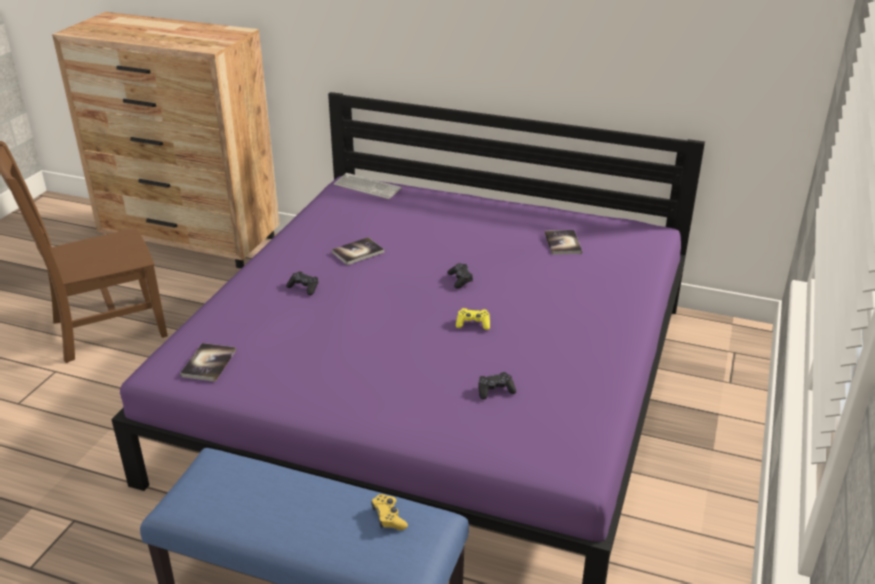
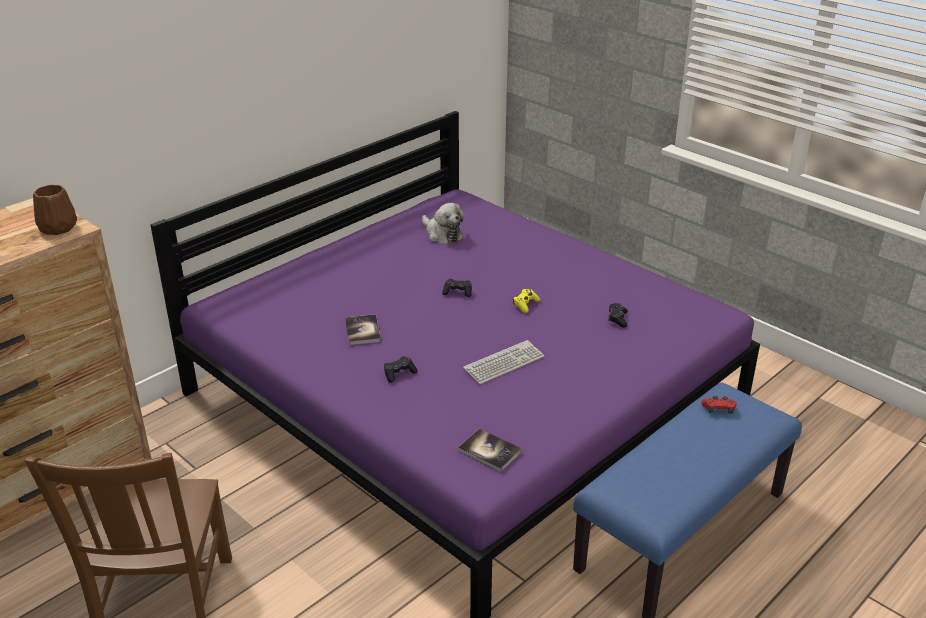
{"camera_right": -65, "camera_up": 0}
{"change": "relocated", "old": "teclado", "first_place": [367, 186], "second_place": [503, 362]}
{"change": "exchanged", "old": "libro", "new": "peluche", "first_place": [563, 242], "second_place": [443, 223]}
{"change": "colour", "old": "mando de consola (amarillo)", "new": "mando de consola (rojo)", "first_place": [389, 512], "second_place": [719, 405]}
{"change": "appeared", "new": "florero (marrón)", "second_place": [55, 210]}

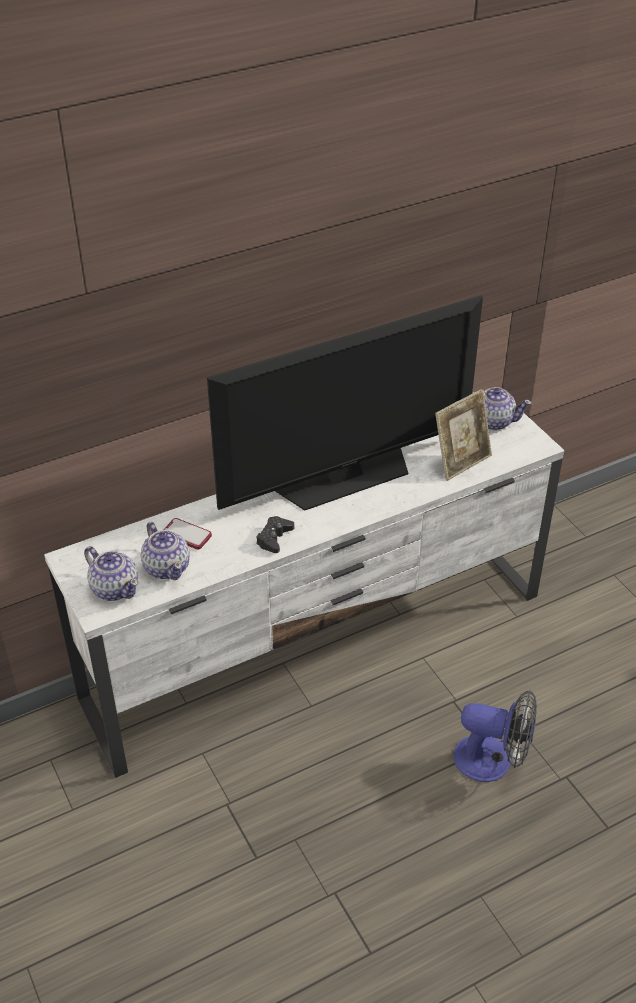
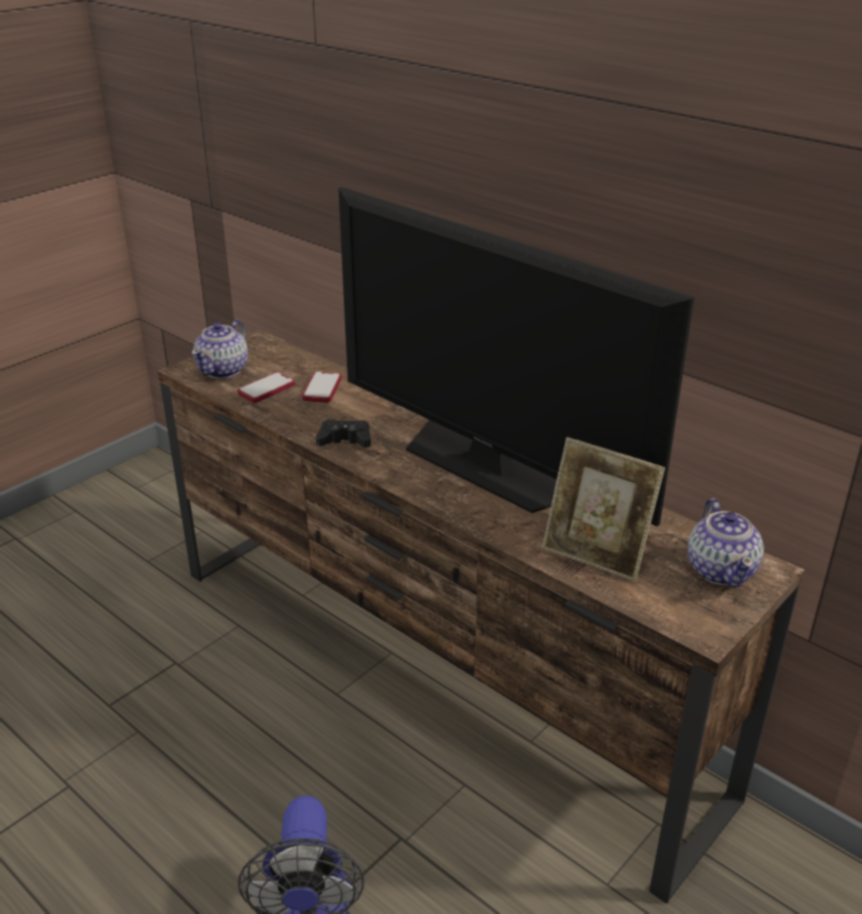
{"camera_right": 70, "camera_up": -10}
{"change": "colour", "old": "mueble de televisión (blanco)", "new": "mueble de televisión (marrón)", "first_place": [304, 595], "second_place": [481, 616]}
{"change": "exchanged", "old": "tetera", "new": "móvil", "first_place": [165, 551], "second_place": [266, 387]}

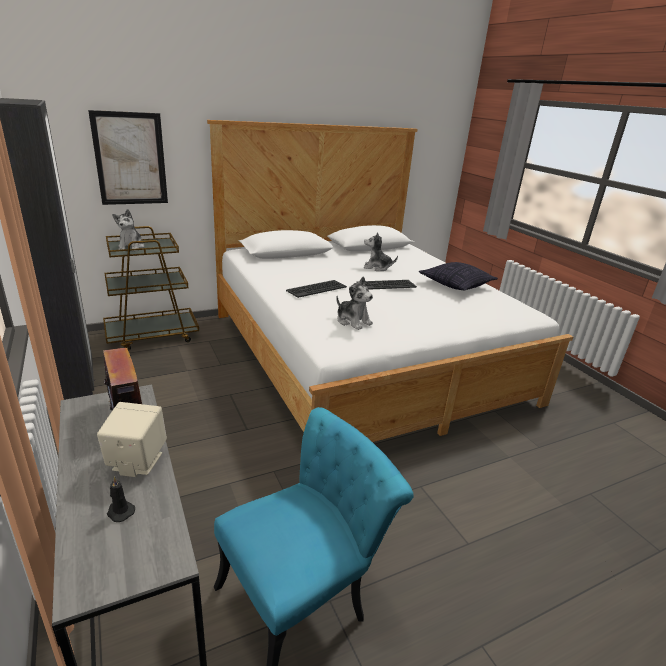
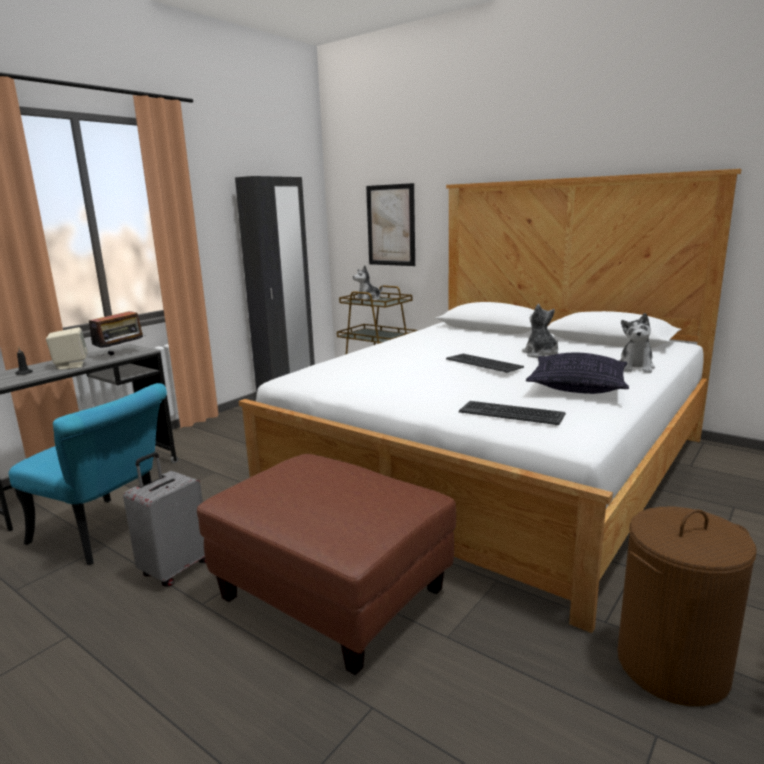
{"camera_right": 65, "camera_up": -10}
{"change": "relocated", "old": "peluche", "first_place": [354, 303], "second_place": [637, 343]}
{"change": "relocated", "old": "teclado", "first_place": [316, 289], "second_place": [512, 413]}
{"change": "appeared", "new": "maleta (gris)", "second_place": [164, 519]}
{"change": "appeared", "new": "puf (marrón)", "second_place": [326, 565]}
{"change": "appeared", "new": "cesto de la ropa (marrón)", "second_place": [686, 606]}

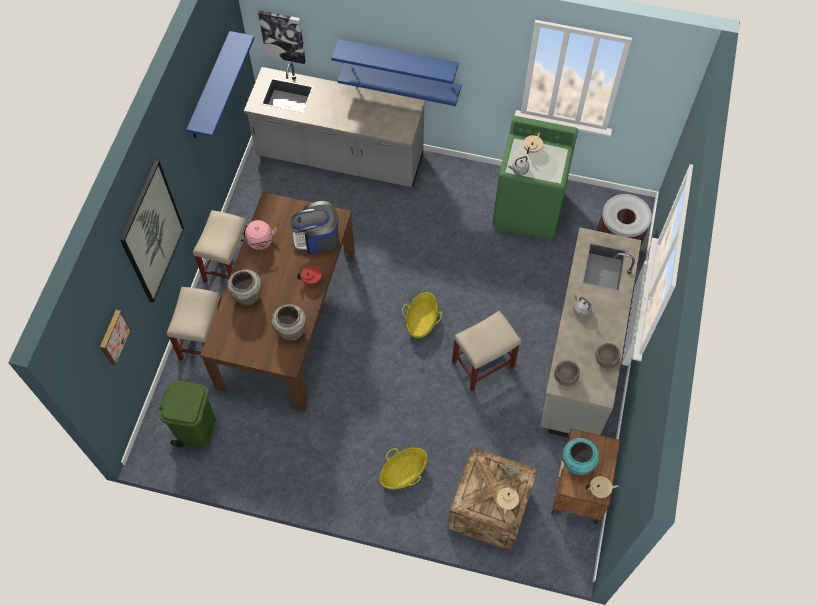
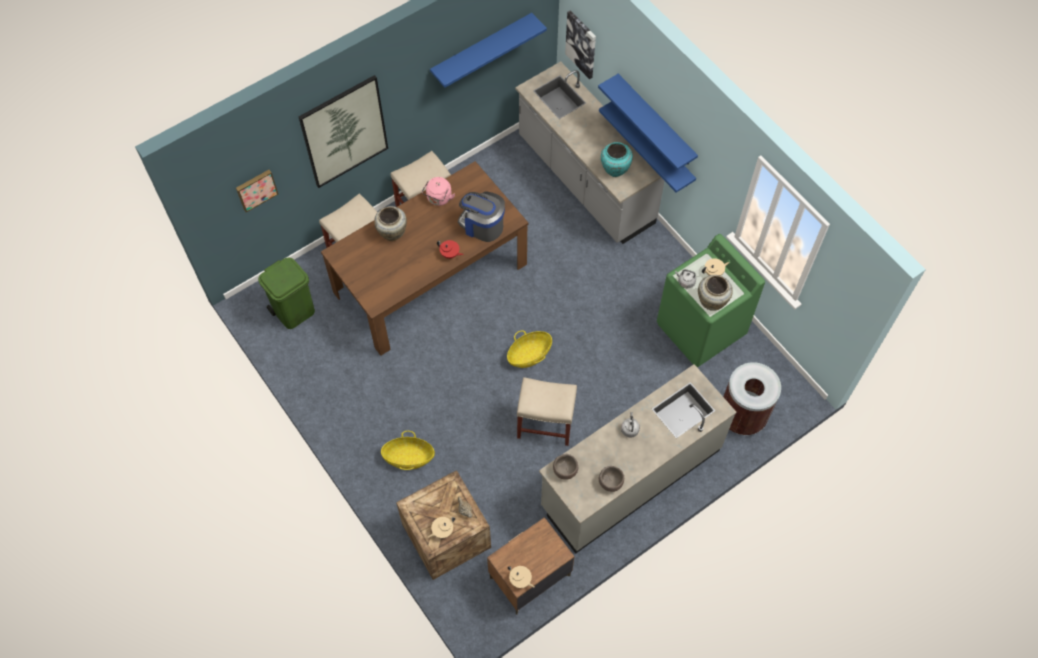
{"camera_right": 40, "camera_up": 0}
{"change": "relocated", "old": "florero (beis)", "first_place": [288, 322], "second_place": [715, 293]}
{"change": "relocated", "old": "florero (turquesa)", "first_place": [581, 456], "second_place": [617, 159]}

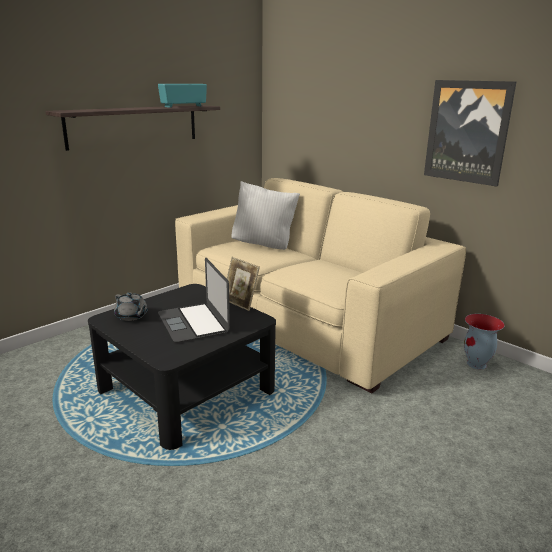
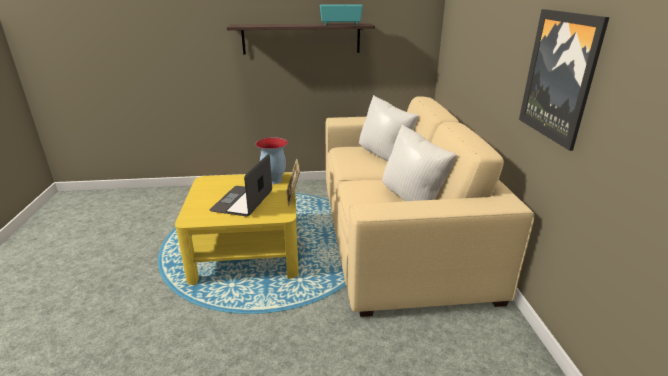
{"camera_right": 40, "camera_up": 5}
{"change": "colour", "old": "mesa de centro (negro)", "new": "mesa de centro (amarillo)", "first_place": [182, 367], "second_place": [237, 229]}
{"change": "missing", "old": "tetera (gris)", "first_place": [131, 306]}
{"change": "relocated", "old": "florero", "first_place": [484, 341], "second_place": [271, 161]}
{"change": "appeared", "new": "cojín (blanco)", "second_place": [419, 162]}

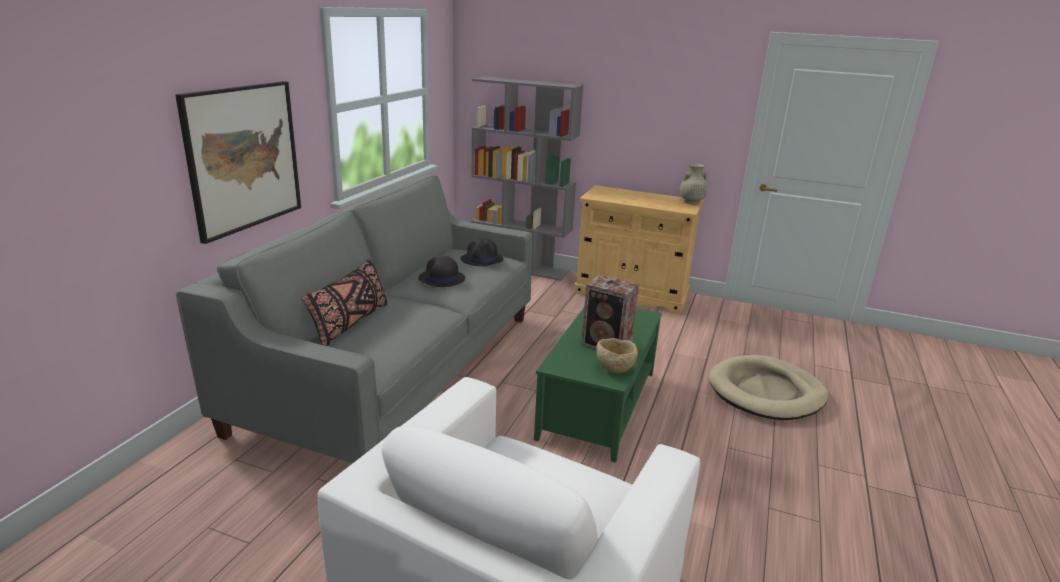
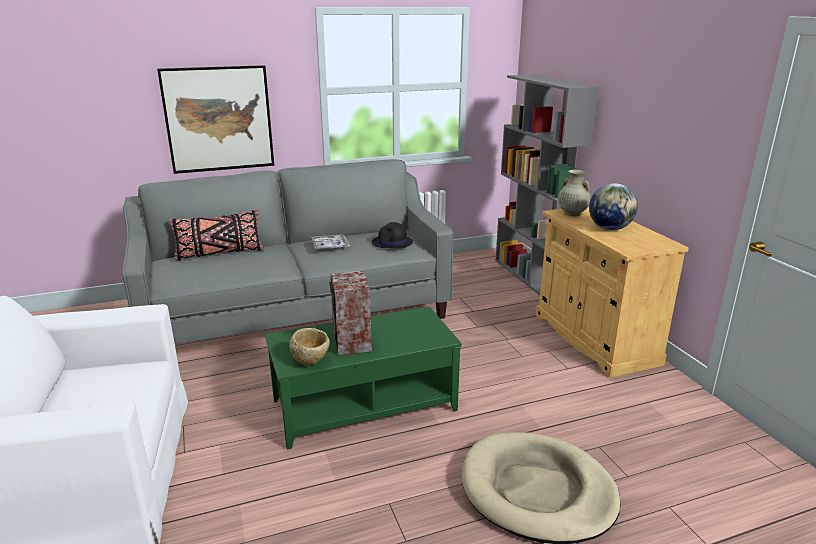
{"camera_right": 50, "camera_up": 0}
{"change": "relocated", "old": "florero (beis)", "first_place": [694, 183], "second_place": [574, 192]}
{"change": "exchanged", "old": "sombrero (negro)", "new": "bandeja", "first_place": [441, 271], "second_place": [330, 242]}
{"change": "appeared", "new": "globo terráqueo", "second_place": [613, 206]}

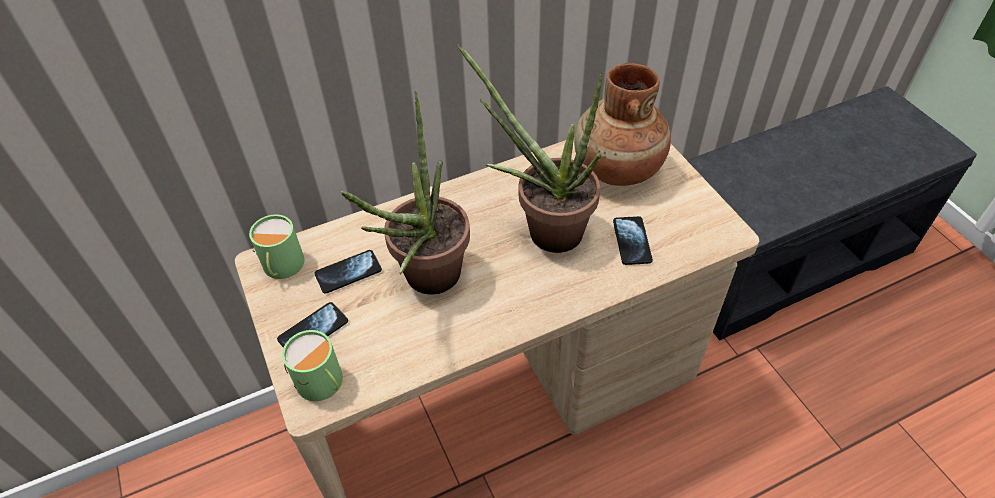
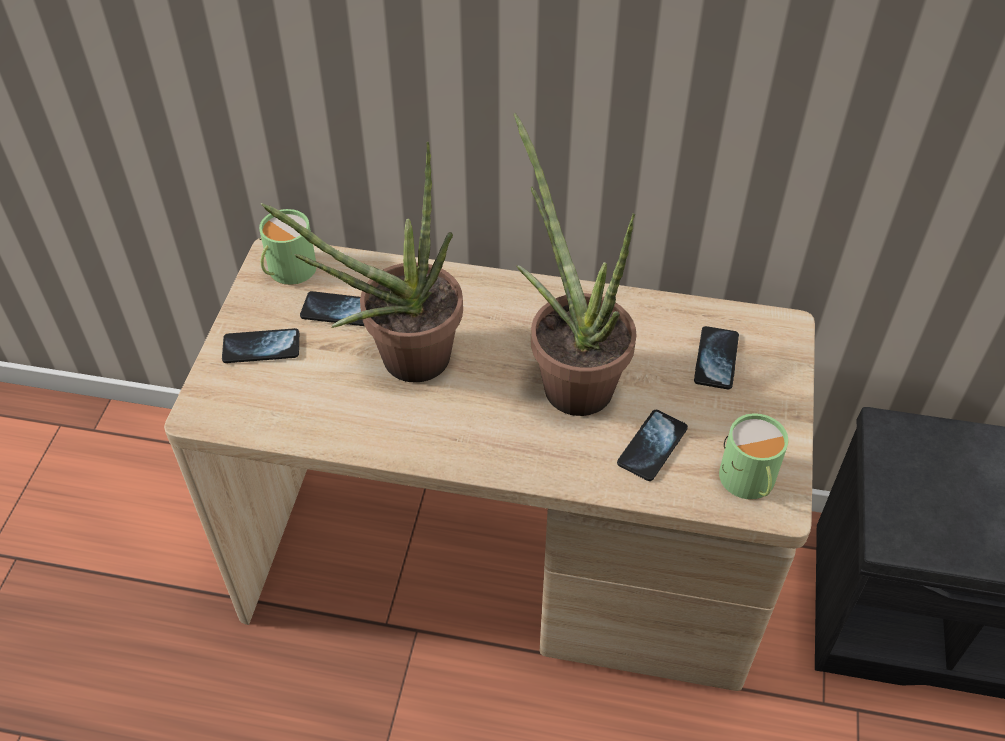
{"camera_right": 35, "camera_up": 0}
{"change": "exchanged", "old": "florero (marrón)", "new": "móvil", "first_place": [622, 124], "second_place": [716, 357]}
{"change": "relocated", "old": "taza grande (verde)", "first_place": [312, 365], "second_place": [754, 456]}

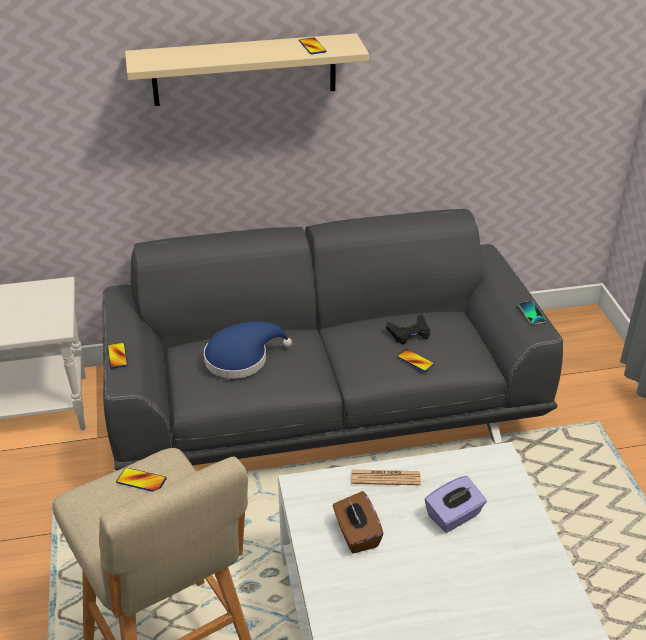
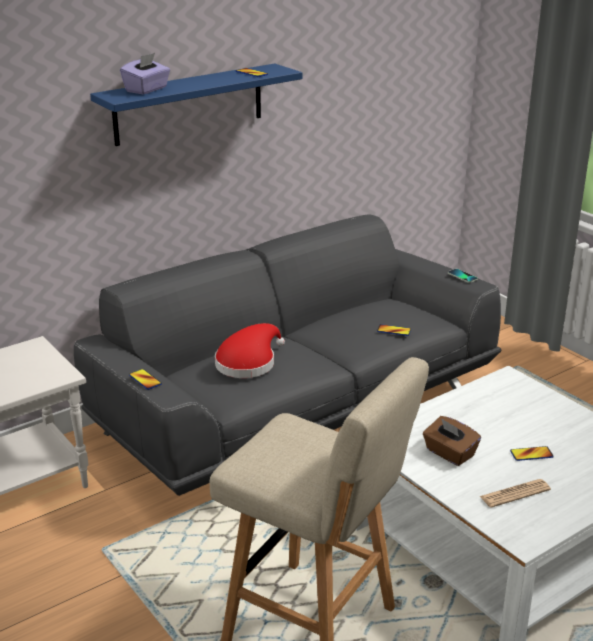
{"camera_right": -25, "camera_up": -10}
{"change": "colour", "old": "estante (beis)", "new": "estante (azul)", "first_place": [247, 69], "second_place": [196, 105]}
{"change": "missing", "old": "mando de consola (negro)", "first_place": [408, 329]}
{"change": "colour", "old": "sombrero (azul)", "new": "sombrero (rojo)", "first_place": [248, 350], "second_place": [250, 350]}
{"change": "relocated", "old": "móvil", "first_place": [141, 480], "second_place": [532, 453]}
{"change": "relocated", "old": "periódico", "first_place": [386, 477], "second_place": [515, 493]}
{"change": "relocated", "old": "caja de pañuelos (morado)", "first_place": [456, 504], "second_place": [145, 73]}

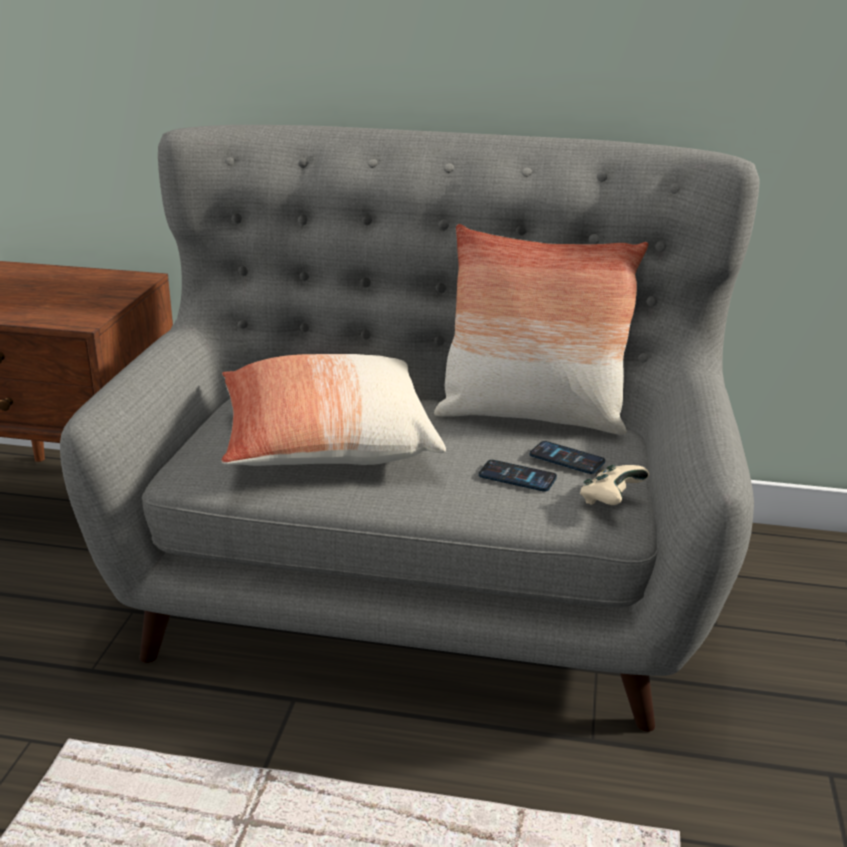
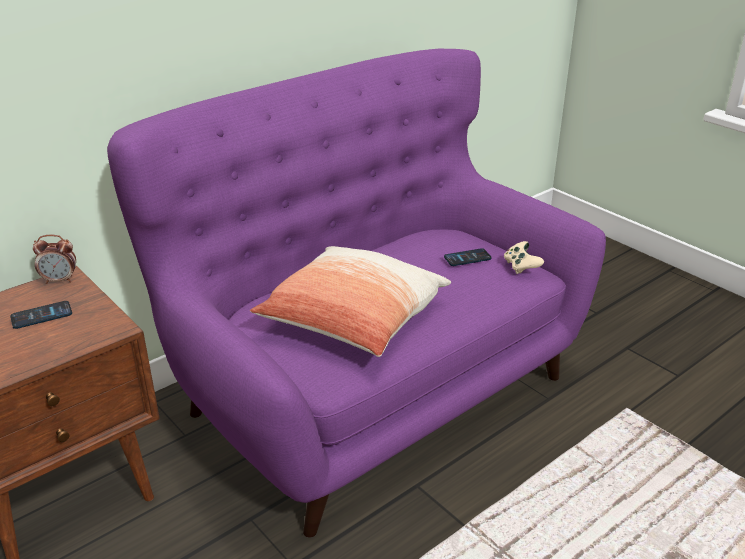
{"camera_right": -50, "camera_up": 5}
{"change": "colour", "old": "sofá (gris)", "new": "sofá (morado)", "first_place": [410, 428], "second_place": [356, 293]}
{"change": "missing", "old": "cojín", "first_place": [541, 329]}
{"change": "relocated", "old": "móvil", "first_place": [518, 475], "second_place": [41, 315]}
{"change": "appeared", "new": "despertador", "second_place": [54, 259]}

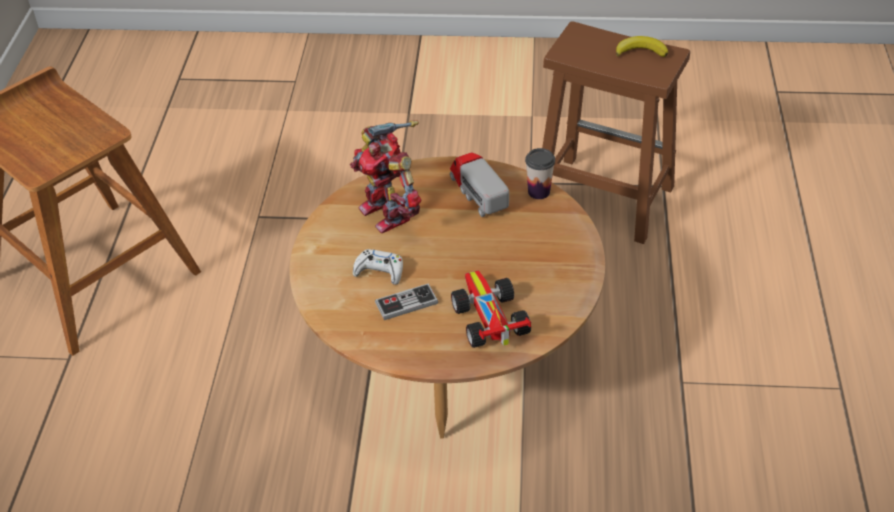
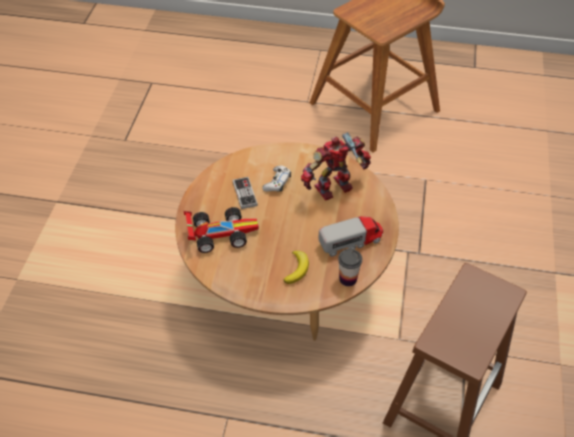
{"camera_right": 95, "camera_up": 5}
{"change": "relocated", "old": "plátano", "first_place": [642, 46], "second_place": [296, 267]}

